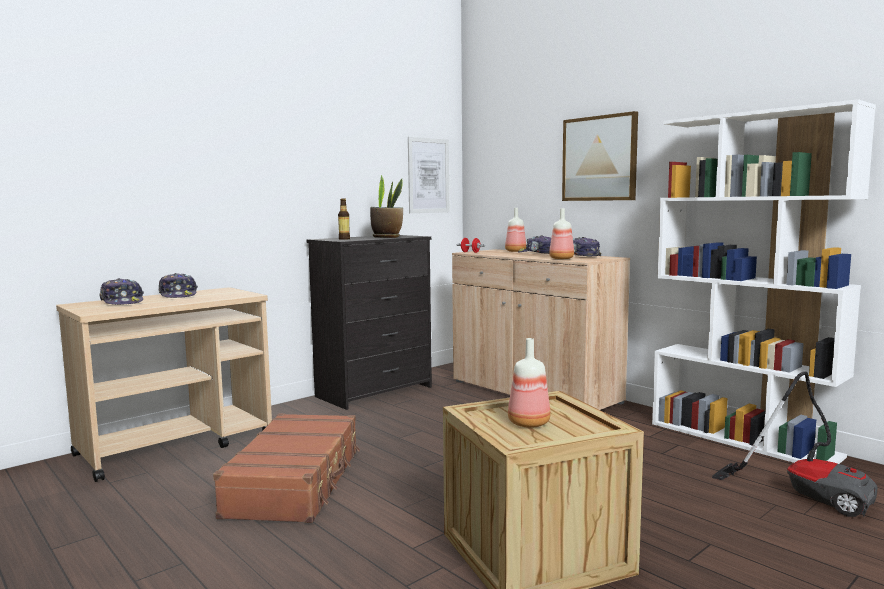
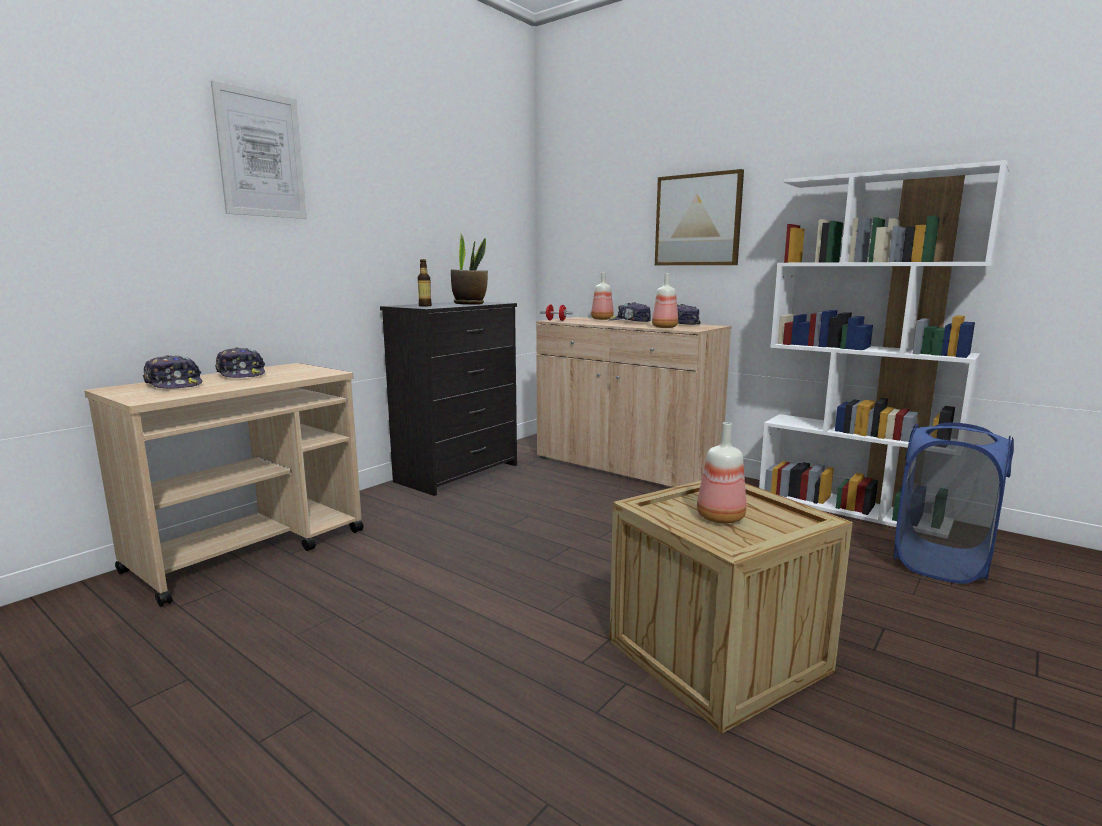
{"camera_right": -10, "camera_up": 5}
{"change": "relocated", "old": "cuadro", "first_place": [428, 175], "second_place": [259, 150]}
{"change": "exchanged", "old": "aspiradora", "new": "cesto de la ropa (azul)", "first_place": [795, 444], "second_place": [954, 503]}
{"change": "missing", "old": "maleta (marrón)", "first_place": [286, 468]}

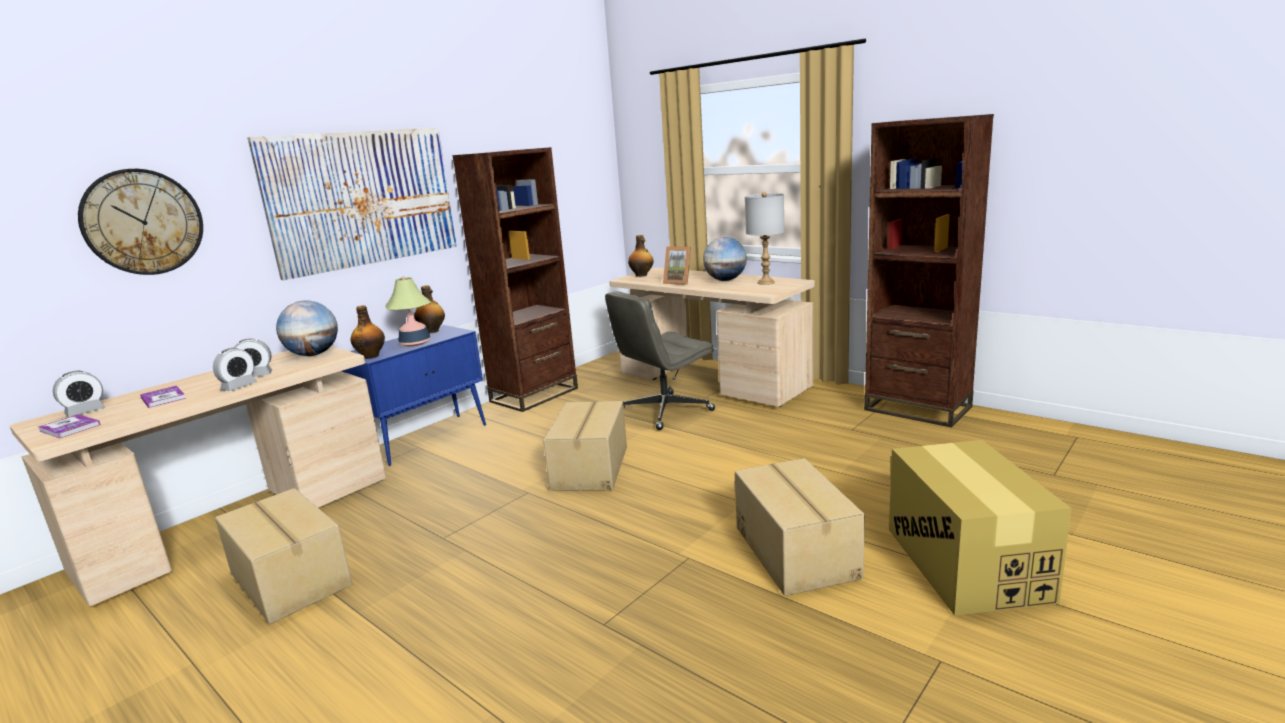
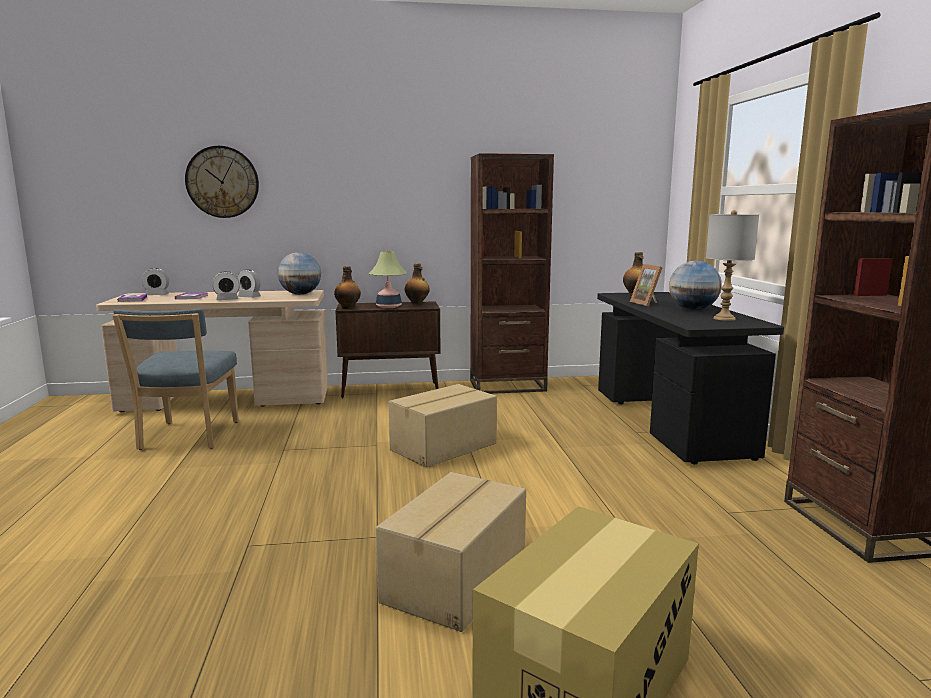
{"camera_right": 40, "camera_up": -5}
{"change": "missing", "old": "cuadro", "first_place": [352, 203]}
{"change": "colour", "old": "escritorio (beis)", "new": "escritorio (negro)", "first_place": [712, 337], "second_place": [690, 378]}
{"change": "missing", "old": "silla de oficina (gris)", "first_place": [660, 360]}
{"change": "colour", "old": "armario (azul)", "new": "armario (marrón)", "first_place": [414, 395], "second_place": [388, 349]}
{"change": "exchanged", "old": "caja de cartón", "new": "silla (azul)", "first_place": [283, 556], "second_place": [175, 379]}

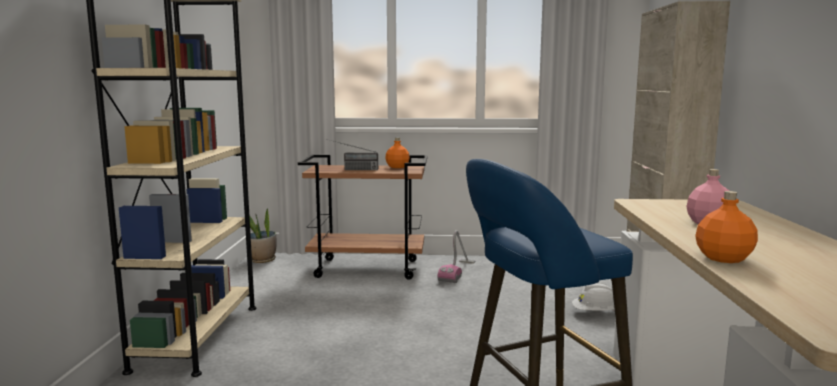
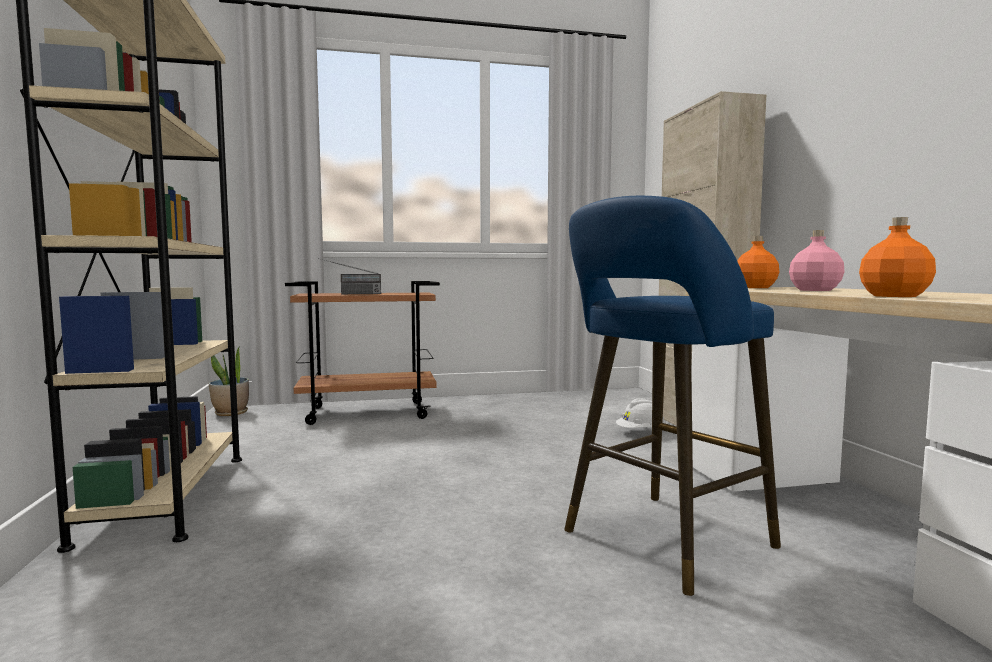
{"camera_right": -15, "camera_up": -5}
{"change": "relocated", "old": "botella (naranja)", "first_place": [397, 152], "second_place": [758, 262]}
{"change": "missing", "old": "aspiradora", "first_place": [456, 256]}

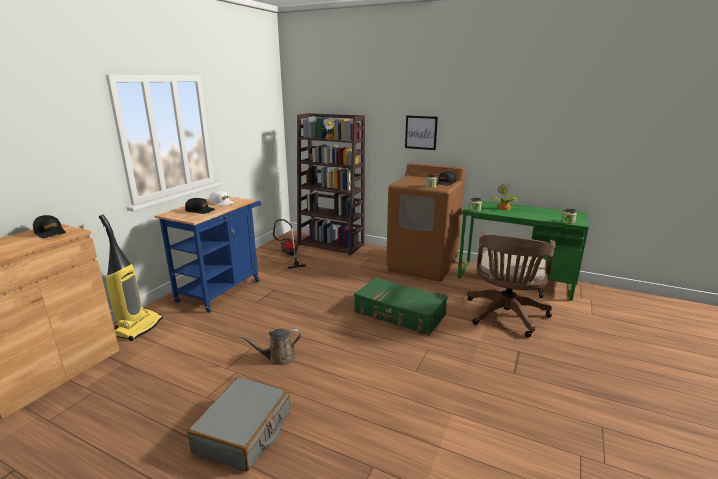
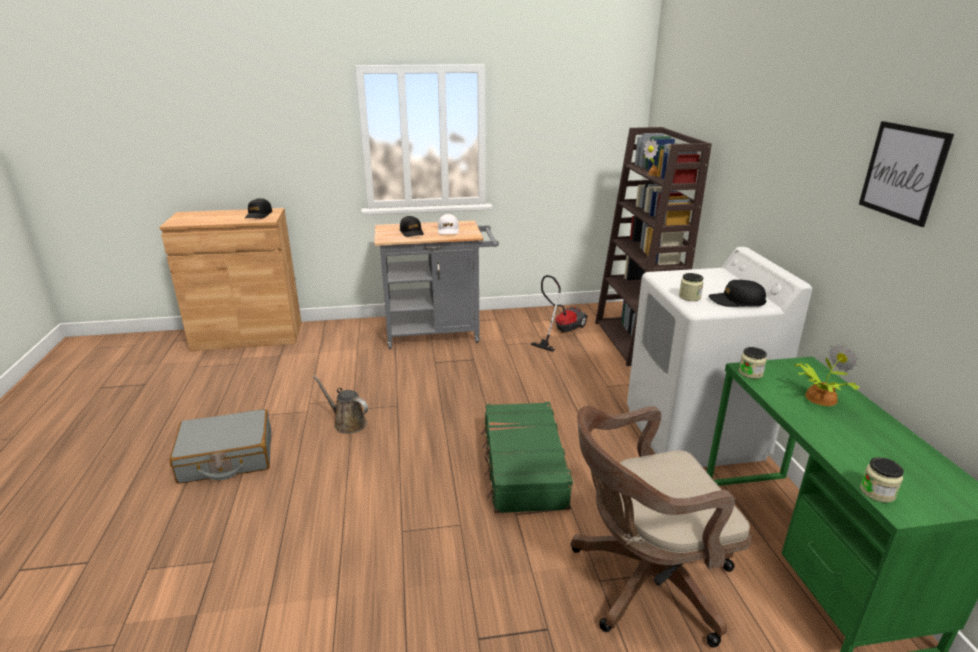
{"camera_right": 55, "camera_up": 5}
{"change": "relocated", "old": "cuadro", "first_place": [421, 133], "second_place": [906, 174]}
{"change": "colour", "old": "lavadora (marrón)", "new": "lavadora (blanco)", "first_place": [425, 222], "second_place": [719, 357]}
{"change": "colour", "old": "carrito (azul)", "new": "carrito (gris)", "first_place": [208, 254], "second_place": [436, 284]}
{"change": "missing", "old": "aspiradora", "first_place": [131, 278]}

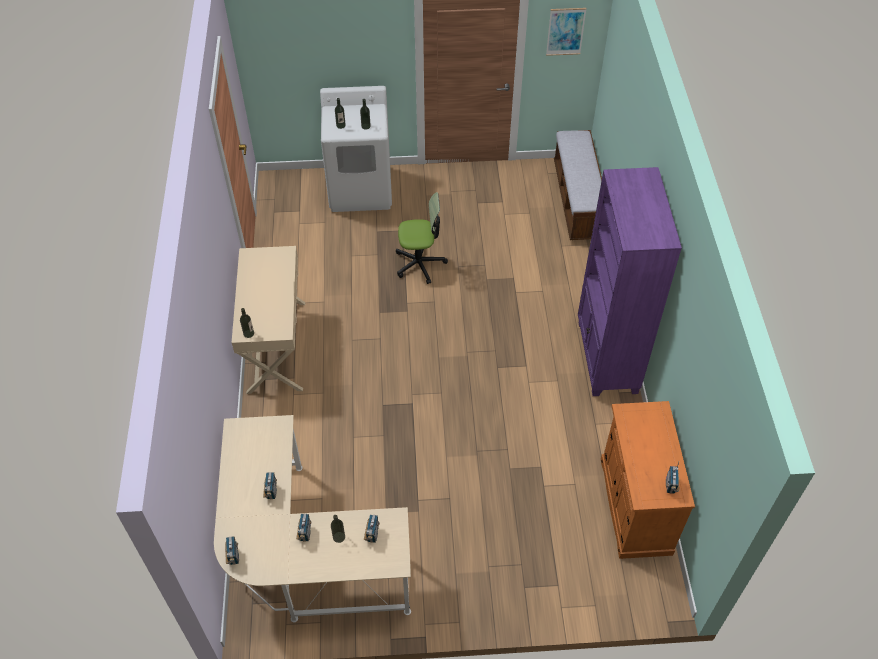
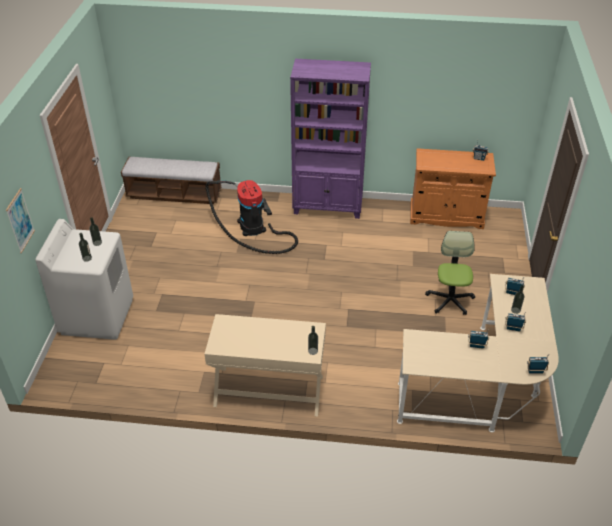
{"camera_right": -80, "camera_up": -10}
{"change": "relocated", "old": "cuadro", "first_place": [566, 32], "second_place": [20, 220]}
{"change": "relocated", "old": "silla de oficina", "first_place": [422, 238], "second_place": [450, 273]}
{"change": "appeared", "new": "aspiradora", "second_place": [251, 217]}

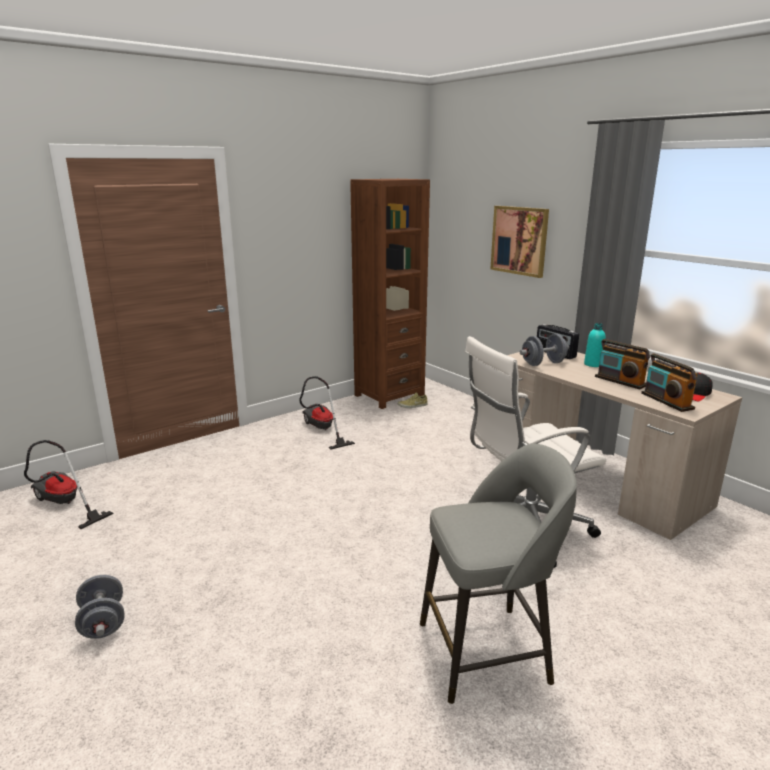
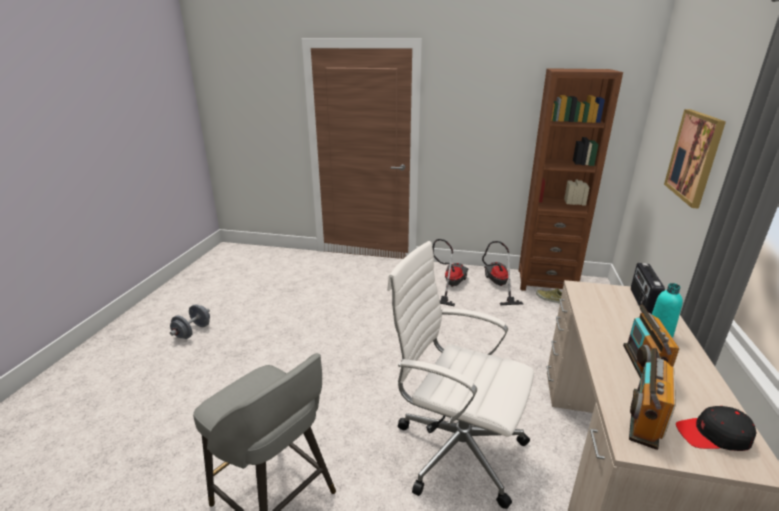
{"camera_right": 50, "camera_up": 5}
{"change": "missing", "old": "mancuerna (gris)", "first_place": [544, 350]}
{"change": "relocated", "old": "aspiradora", "first_place": [69, 484], "second_place": [502, 273]}

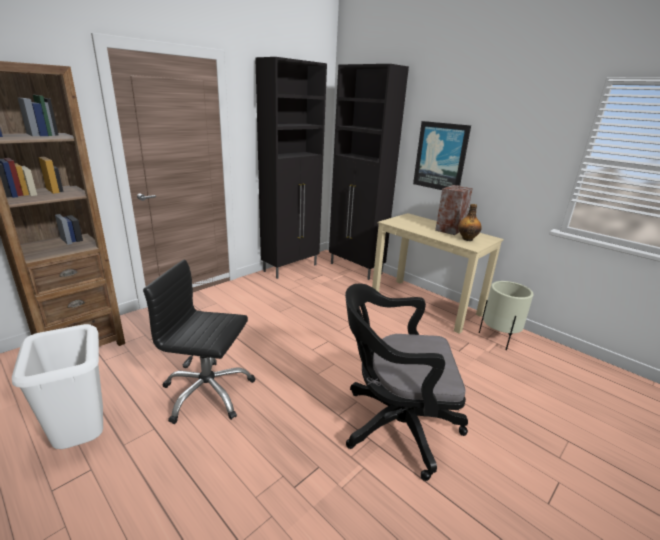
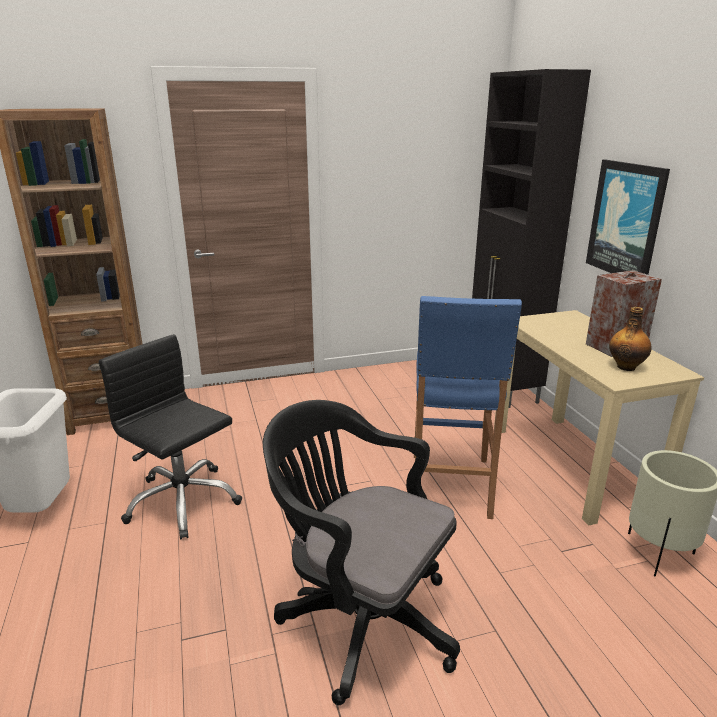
{"camera_right": 30, "camera_up": 0}
{"change": "missing", "old": "armario (negro)", "first_place": [291, 168]}
{"change": "appeared", "new": "taburete (azul)", "second_place": [468, 407]}

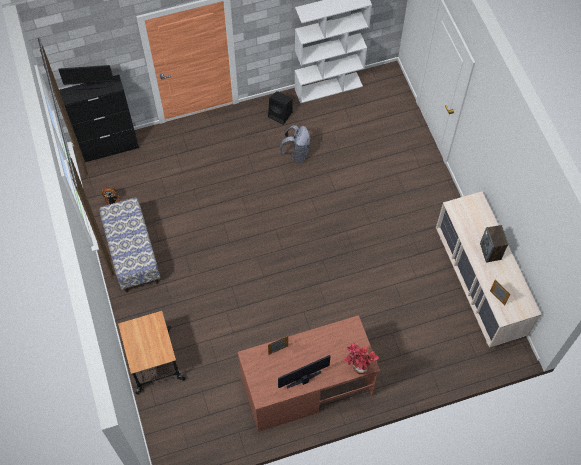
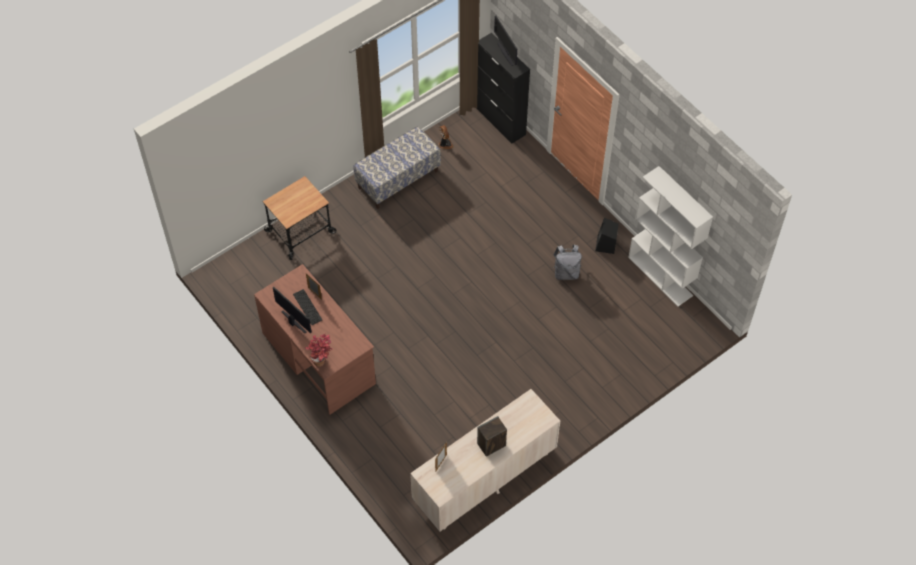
{"camera_right": 70, "camera_up": -5}
{"change": "appeared", "new": "teclado", "second_place": [307, 307]}

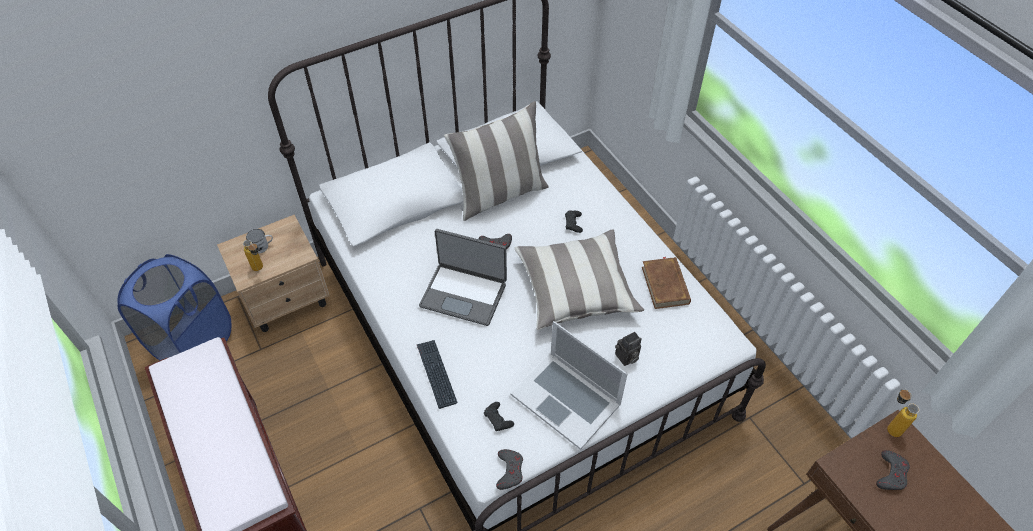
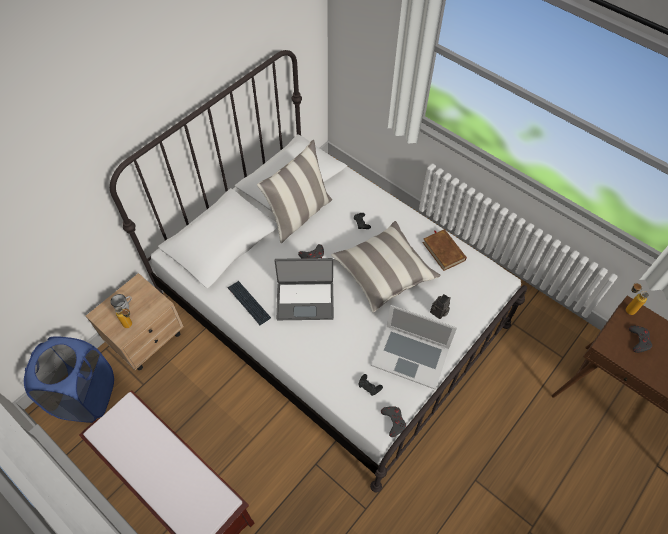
{"camera_right": -20, "camera_up": 5}
{"change": "relocated", "old": "teclado", "first_place": [437, 374], "second_place": [249, 303]}

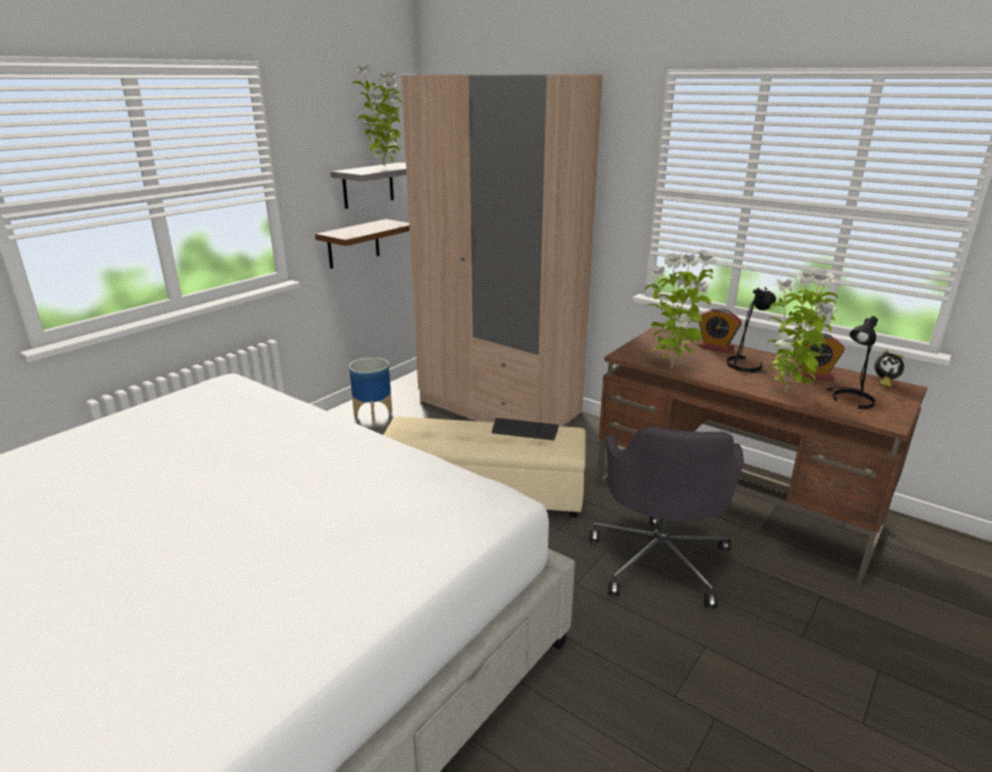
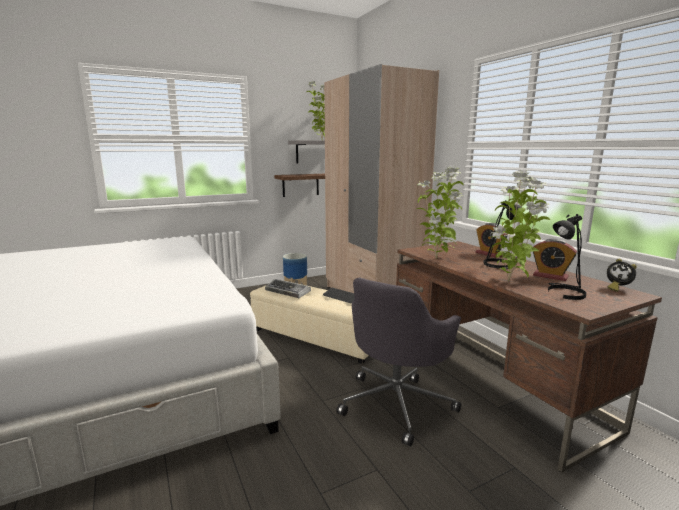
{"camera_right": 25, "camera_up": -10}
{"change": "appeared", "new": "teclado", "second_place": [288, 288]}

